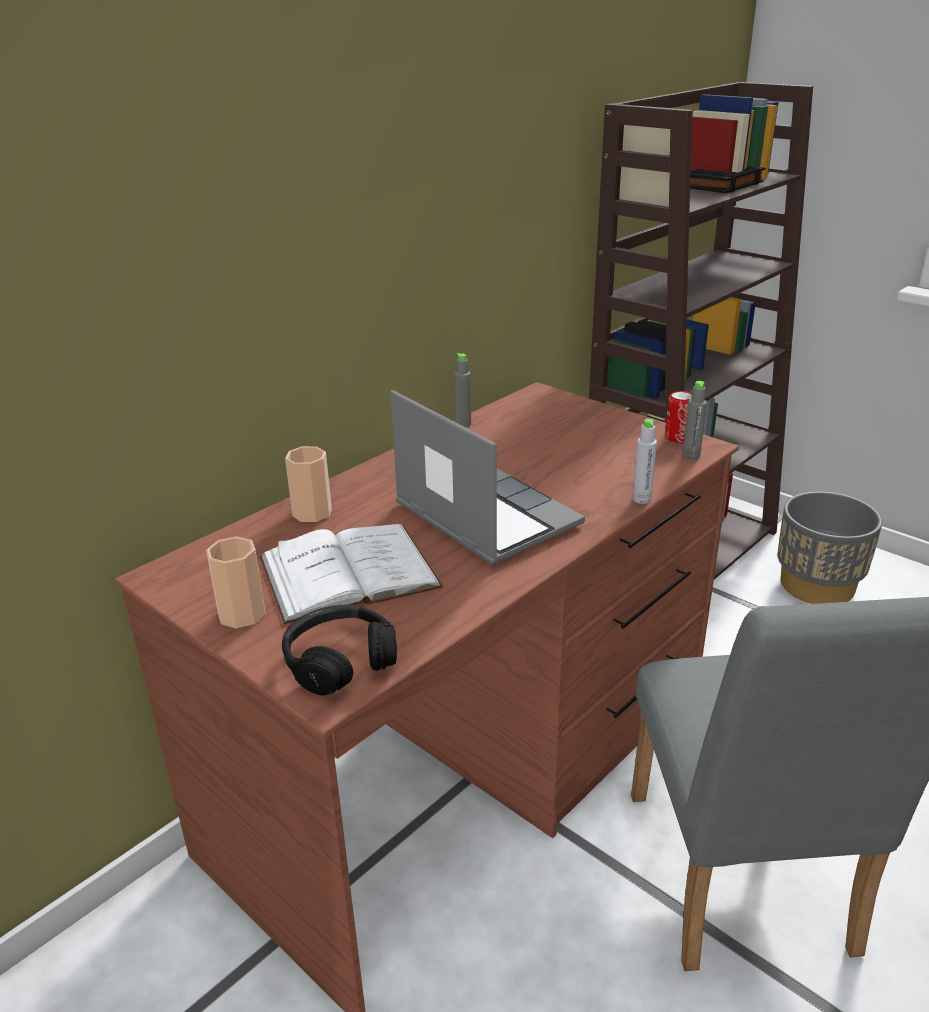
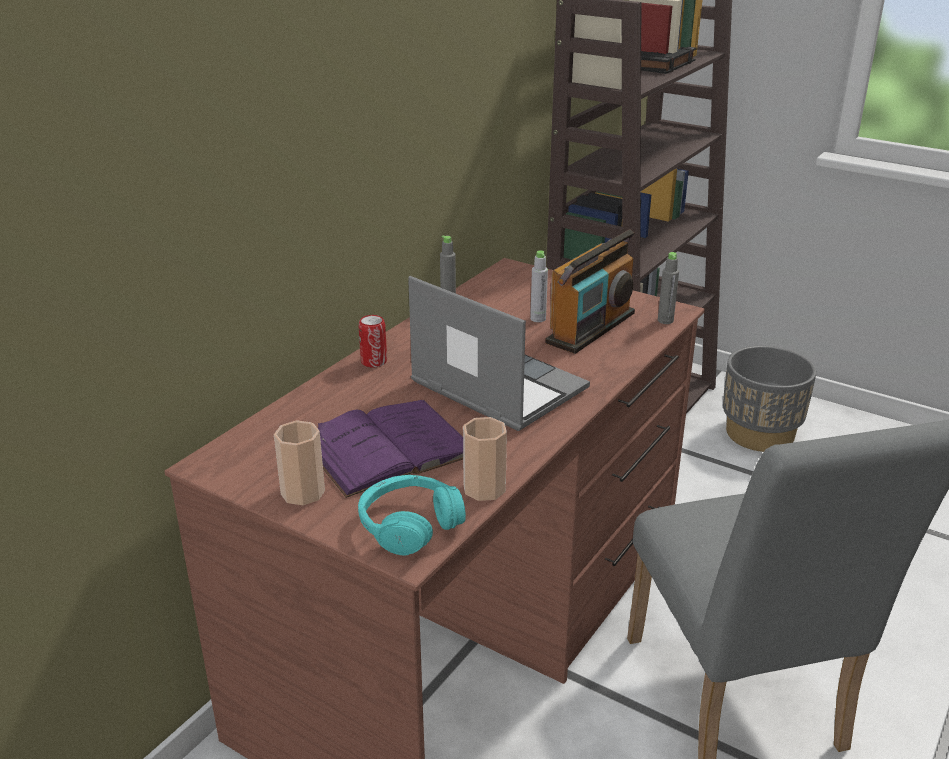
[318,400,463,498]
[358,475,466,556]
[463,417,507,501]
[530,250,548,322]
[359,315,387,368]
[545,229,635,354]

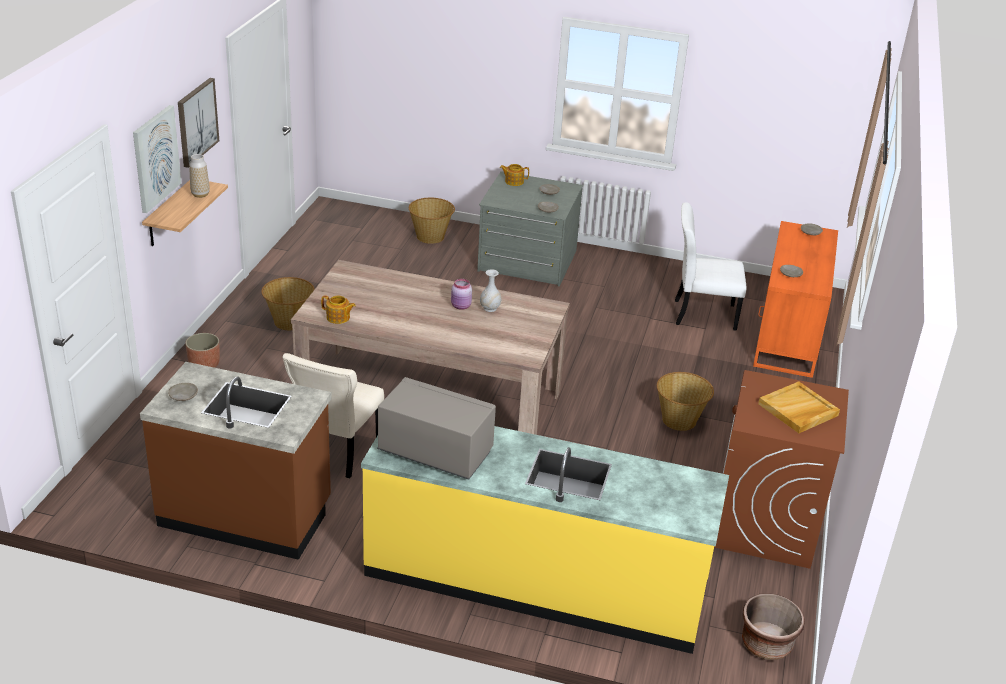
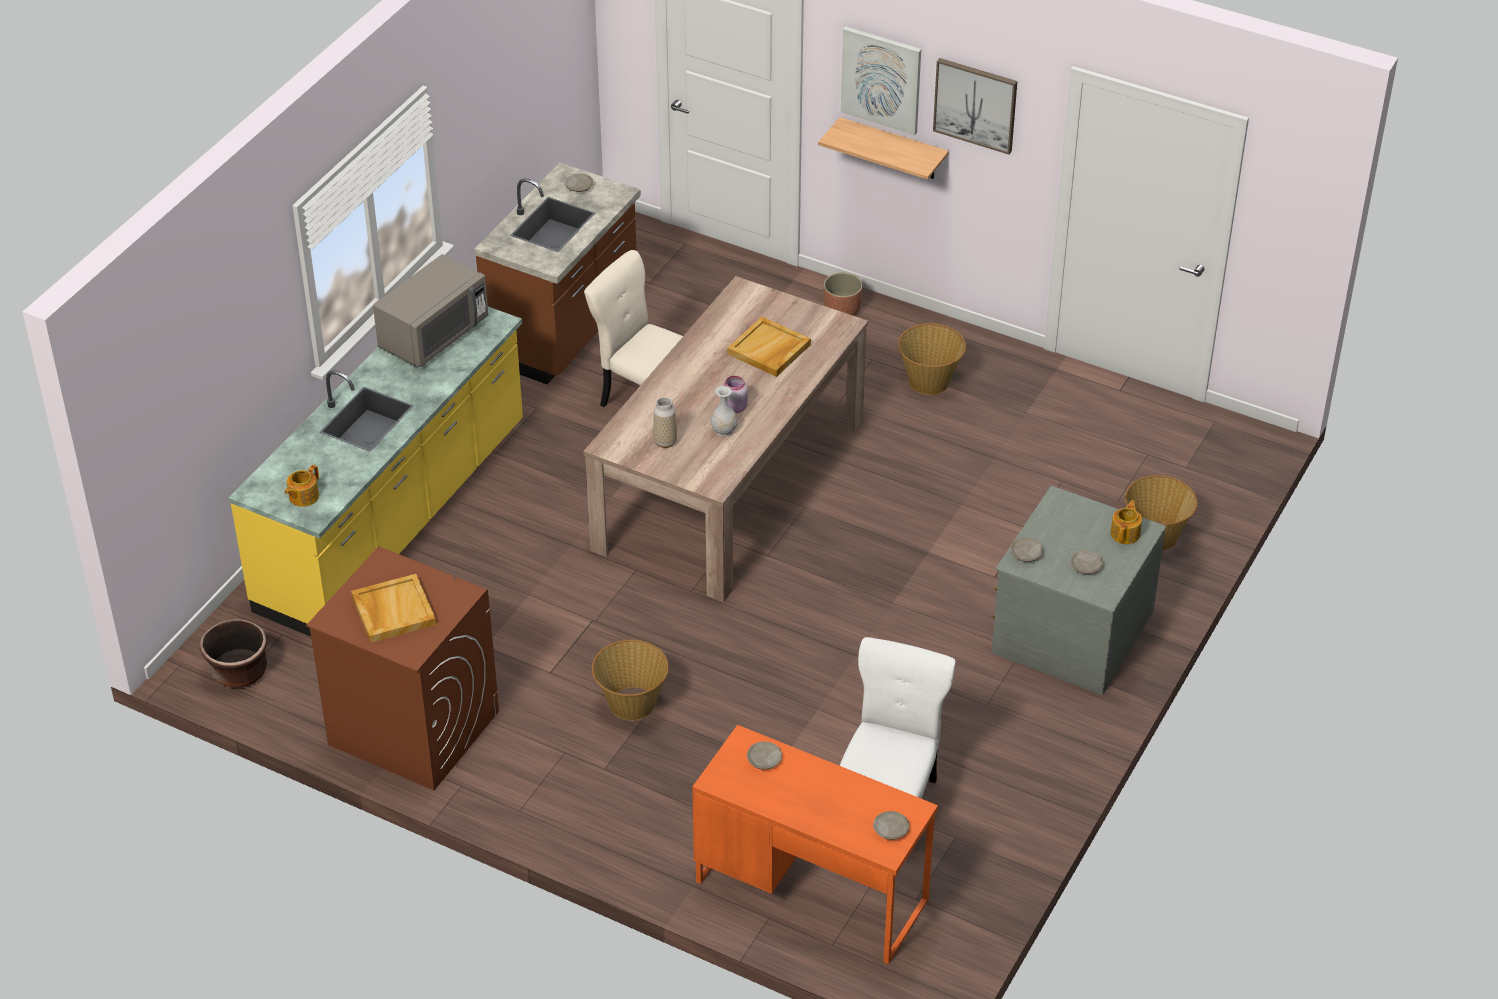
[653,397,677,448]
[285,465,319,507]
[727,317,811,377]

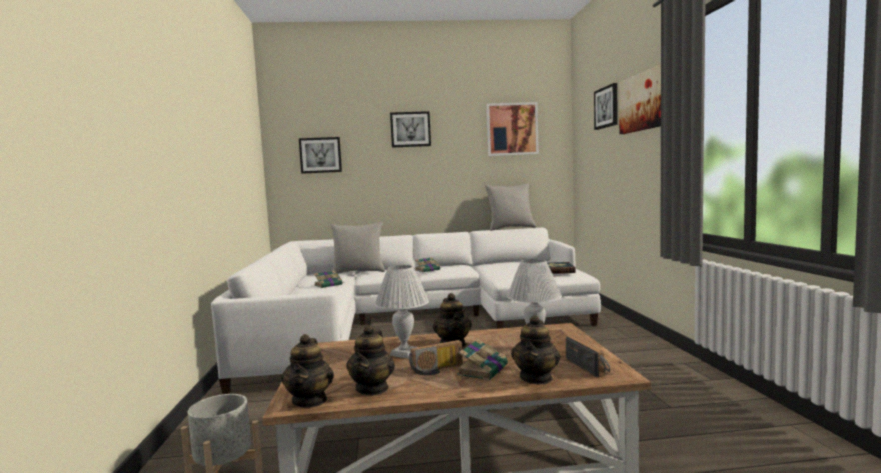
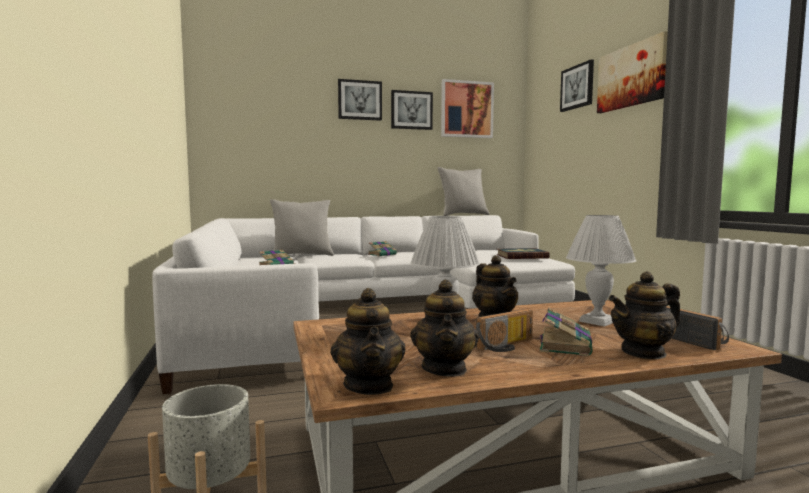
[391,90,433,130]
[609,271,681,359]

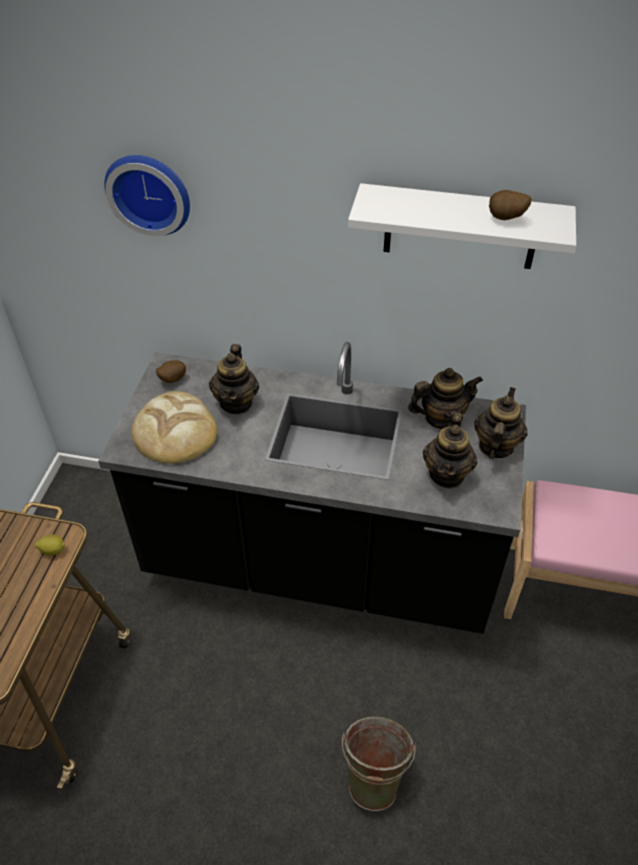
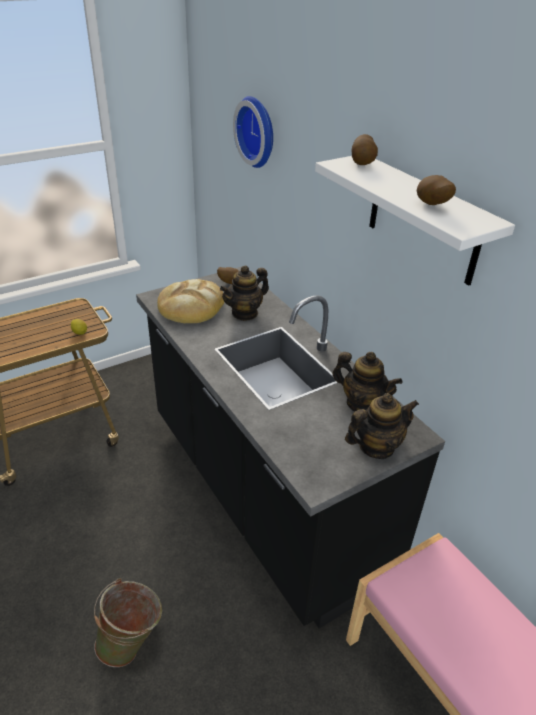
[423,412,477,488] (first image)
[352,134,378,165]

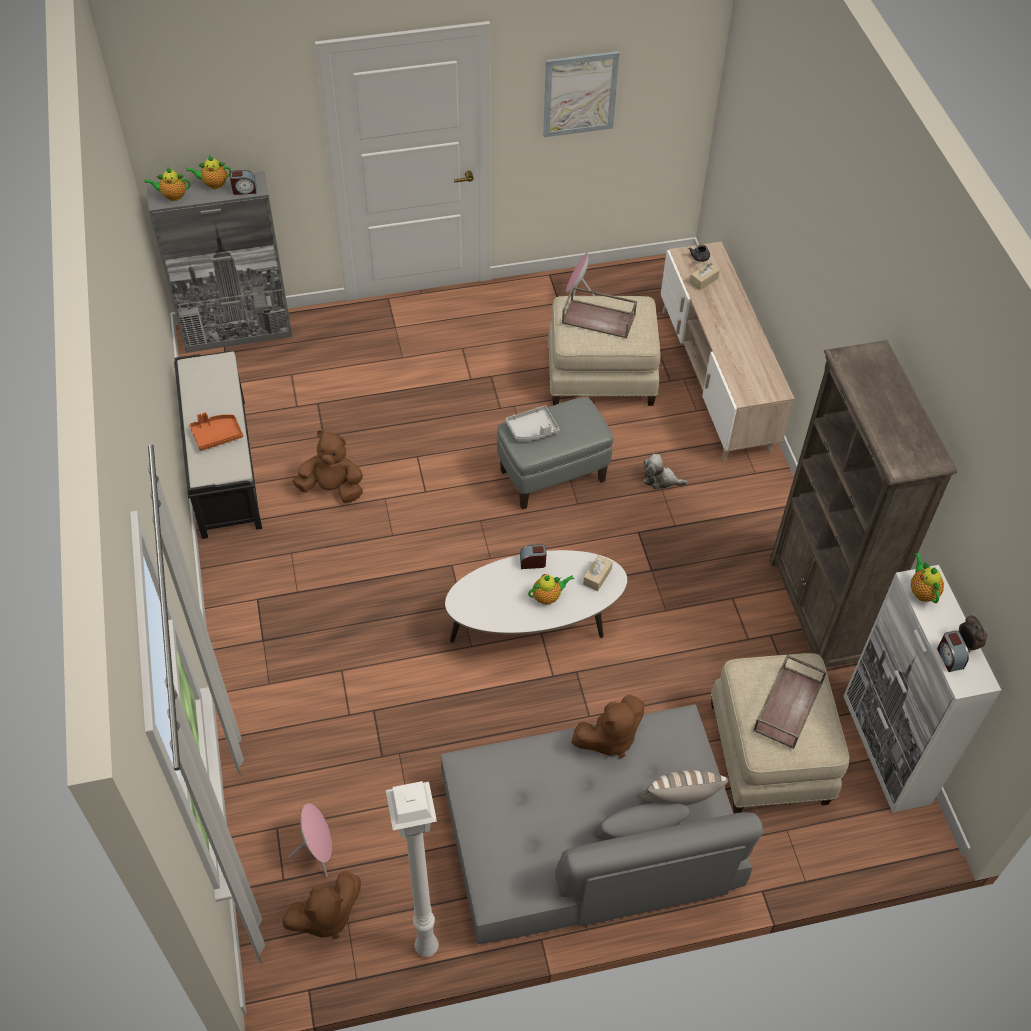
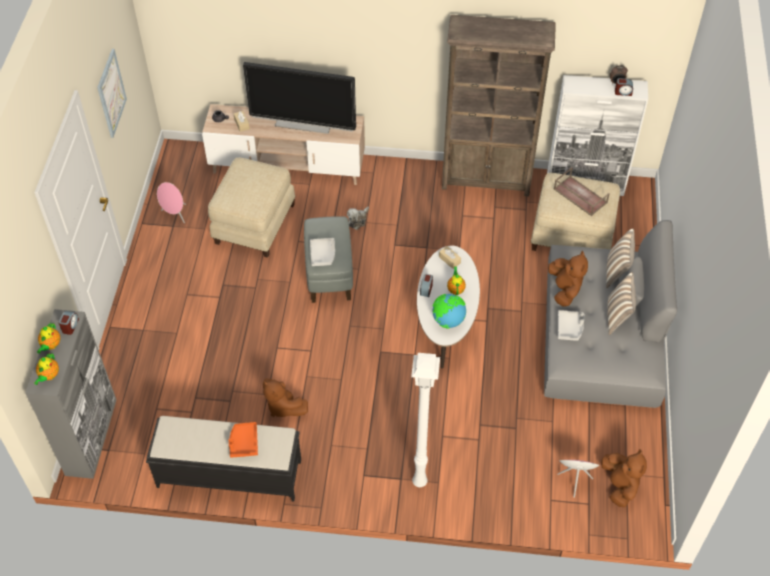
[263,378,308,417]
[411,353,440,487]
[562,287,637,338] (first image)
[911,553,944,603] (first image)
[243,62,356,134]
[433,294,466,329]
[558,310,585,341]
[607,272,636,335]

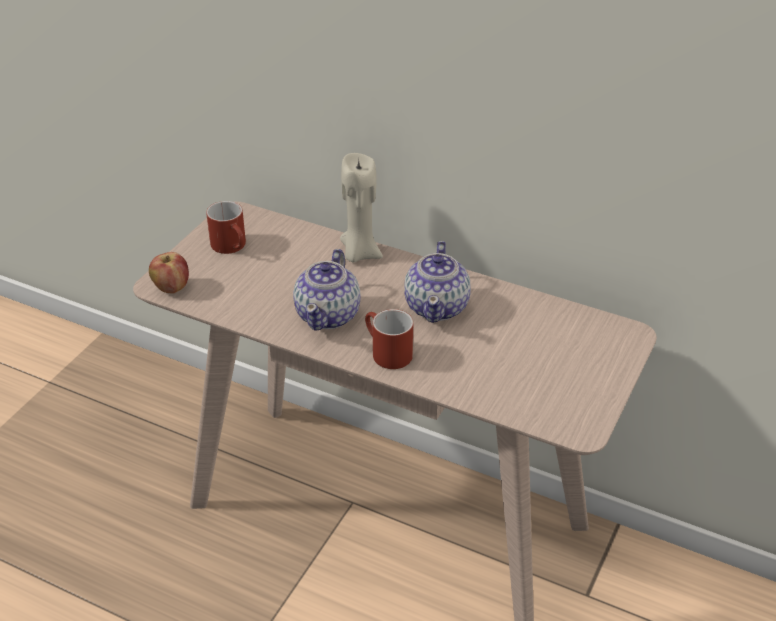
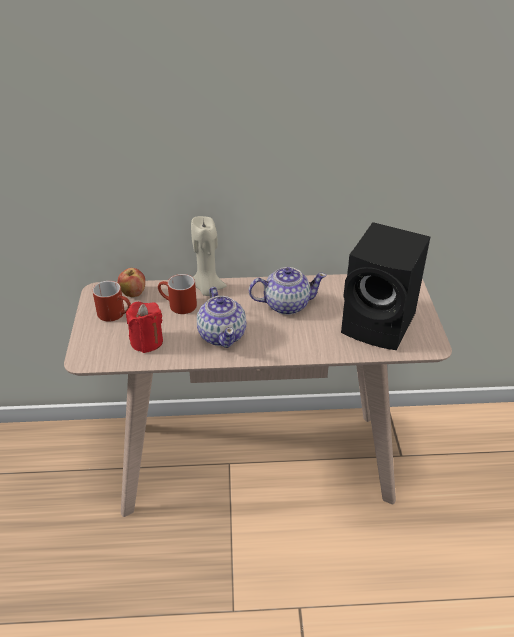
[117,268,145,297]
[158,274,197,314]
[249,267,327,315]
[126,302,163,353]
[341,222,430,350]

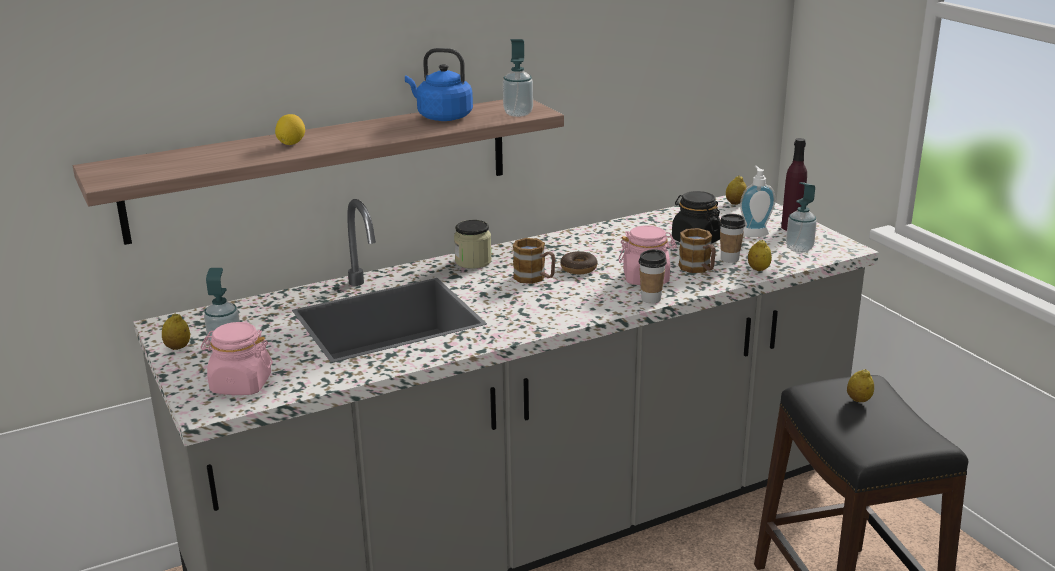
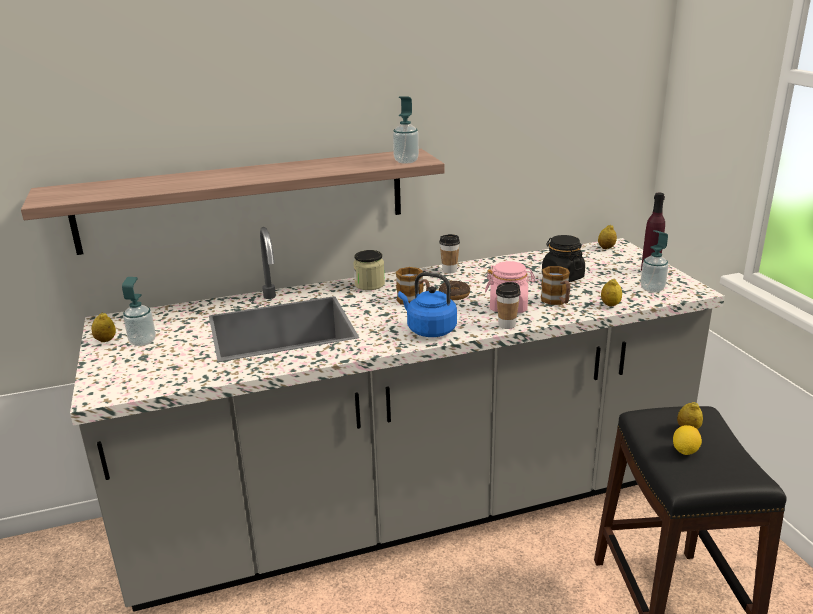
[200,322,273,395] (first image)
[673,425,702,455]
[398,272,457,337]
[439,234,460,273]
[740,166,775,237] (first image)

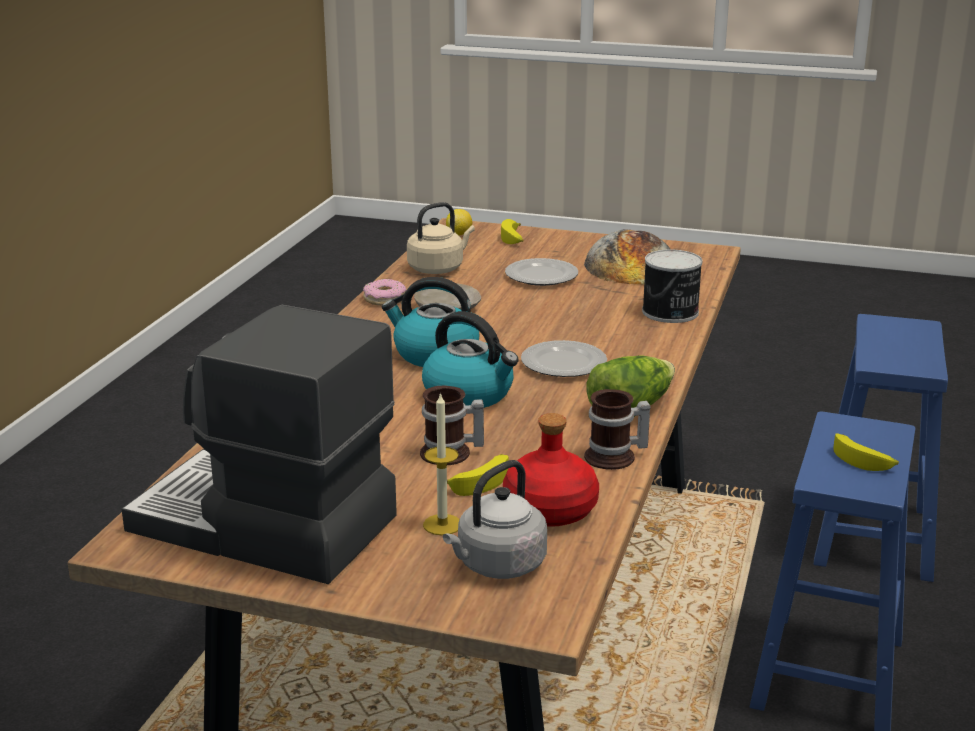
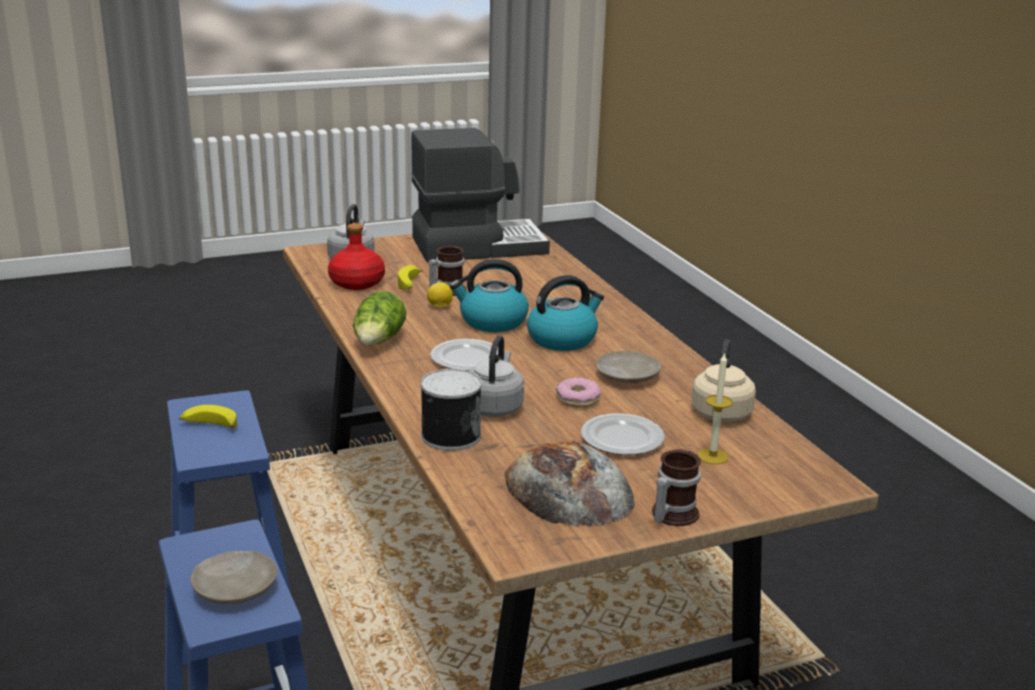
[556,377,601,407]
[698,352,733,464]
[427,282,453,308]
[501,219,524,244] (first image)
[652,450,701,526]
[191,551,277,604]
[469,335,524,417]

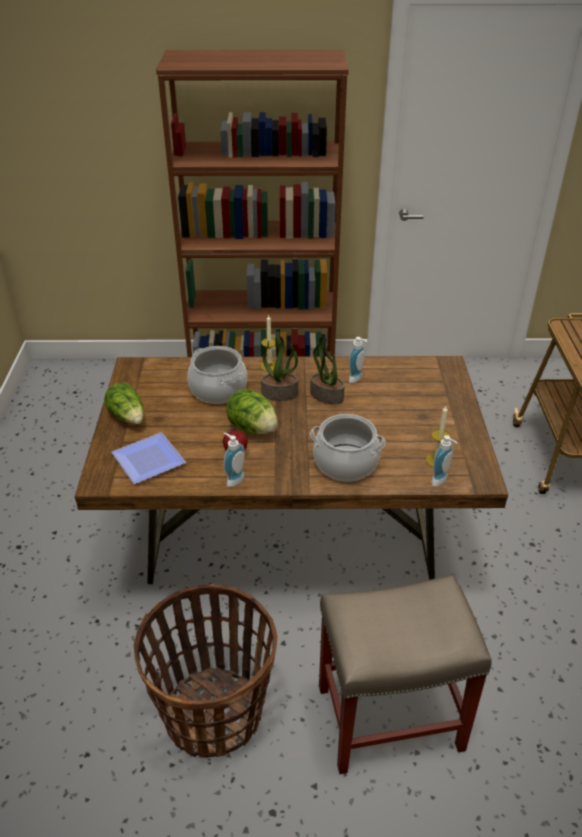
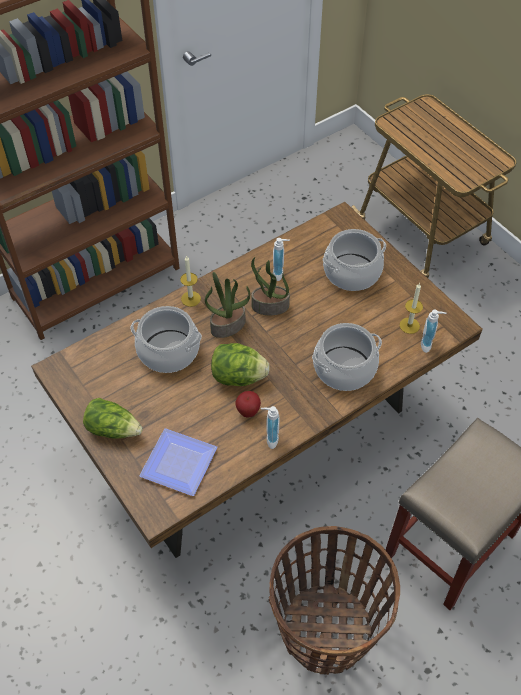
[323,229,386,291]

